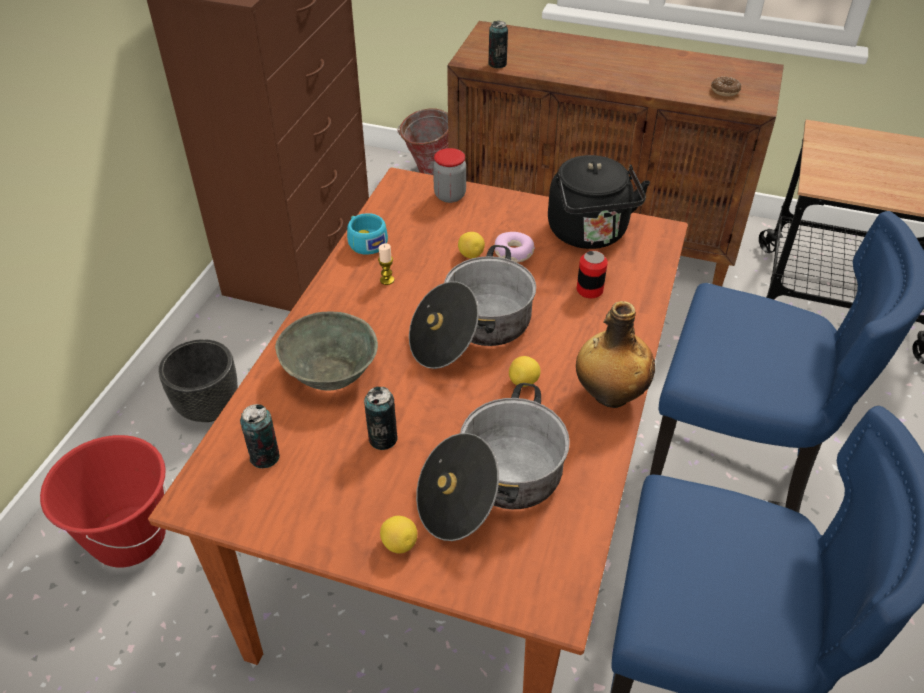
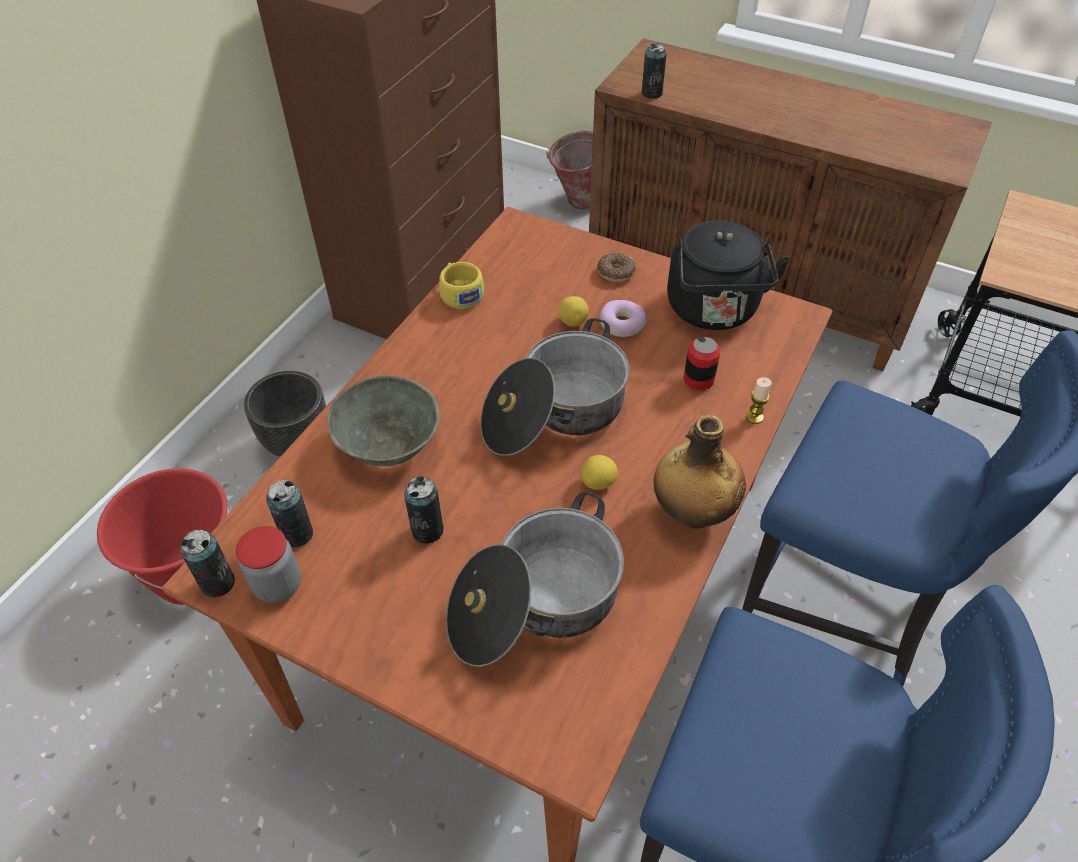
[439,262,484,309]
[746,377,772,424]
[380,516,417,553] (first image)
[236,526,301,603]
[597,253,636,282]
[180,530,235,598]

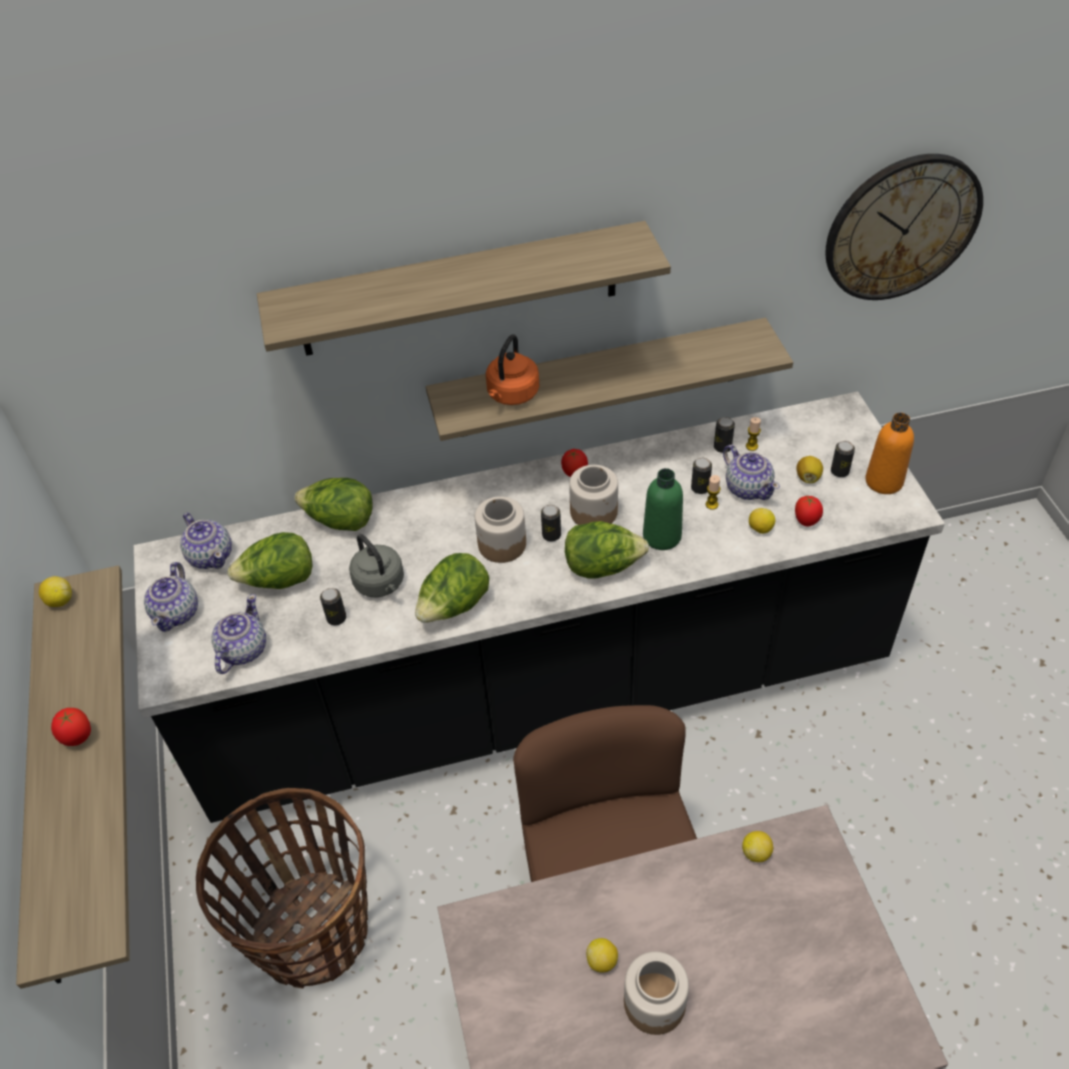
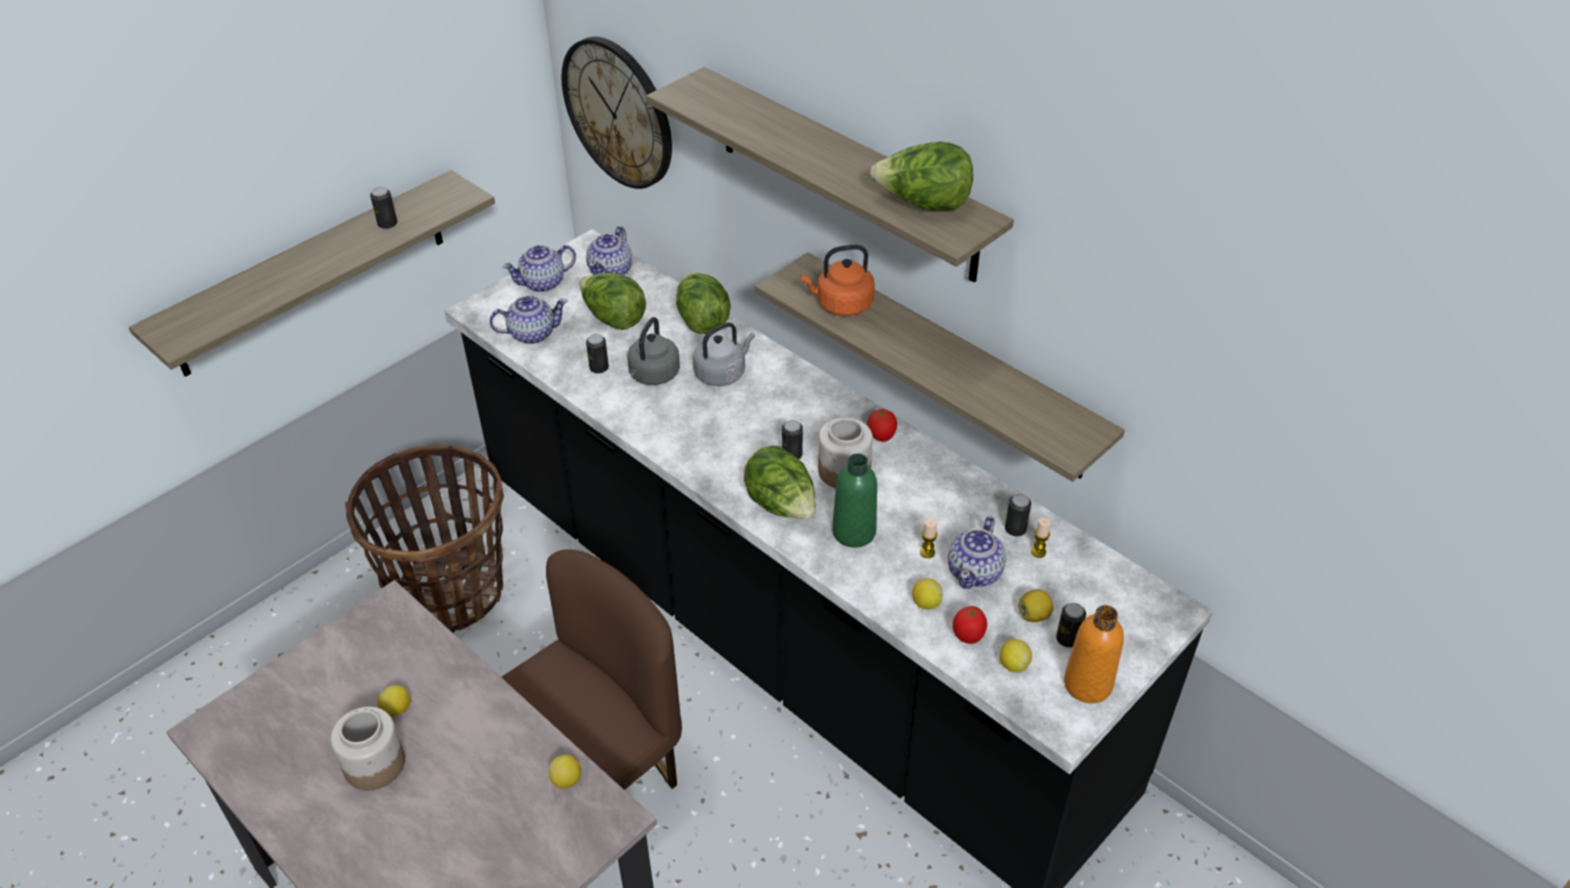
[1000,639,1032,672]
[51,708,91,746] (first image)
[870,141,973,211]
[475,496,526,563] (first image)
[370,187,397,229]
[561,37,672,189]
[693,322,755,386]

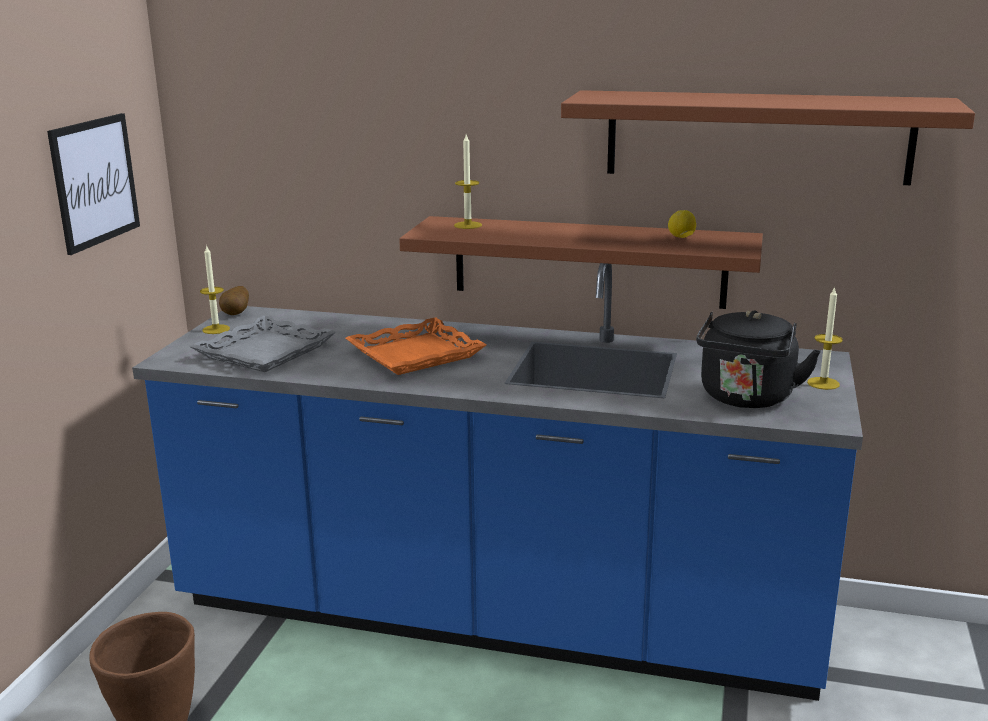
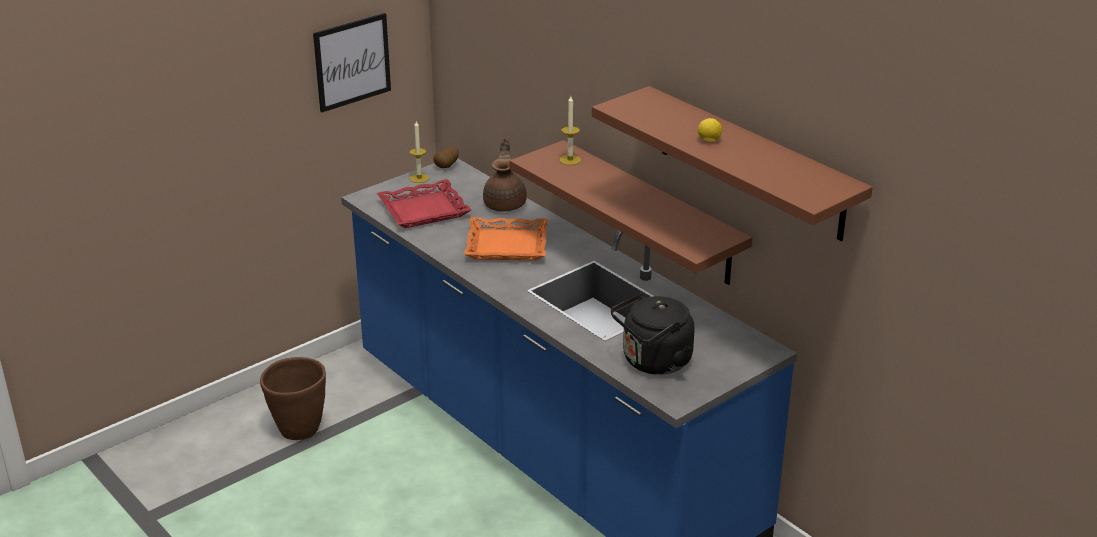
[377,179,472,228]
[698,118,722,142]
[807,286,843,390] (first image)
[483,138,527,212]

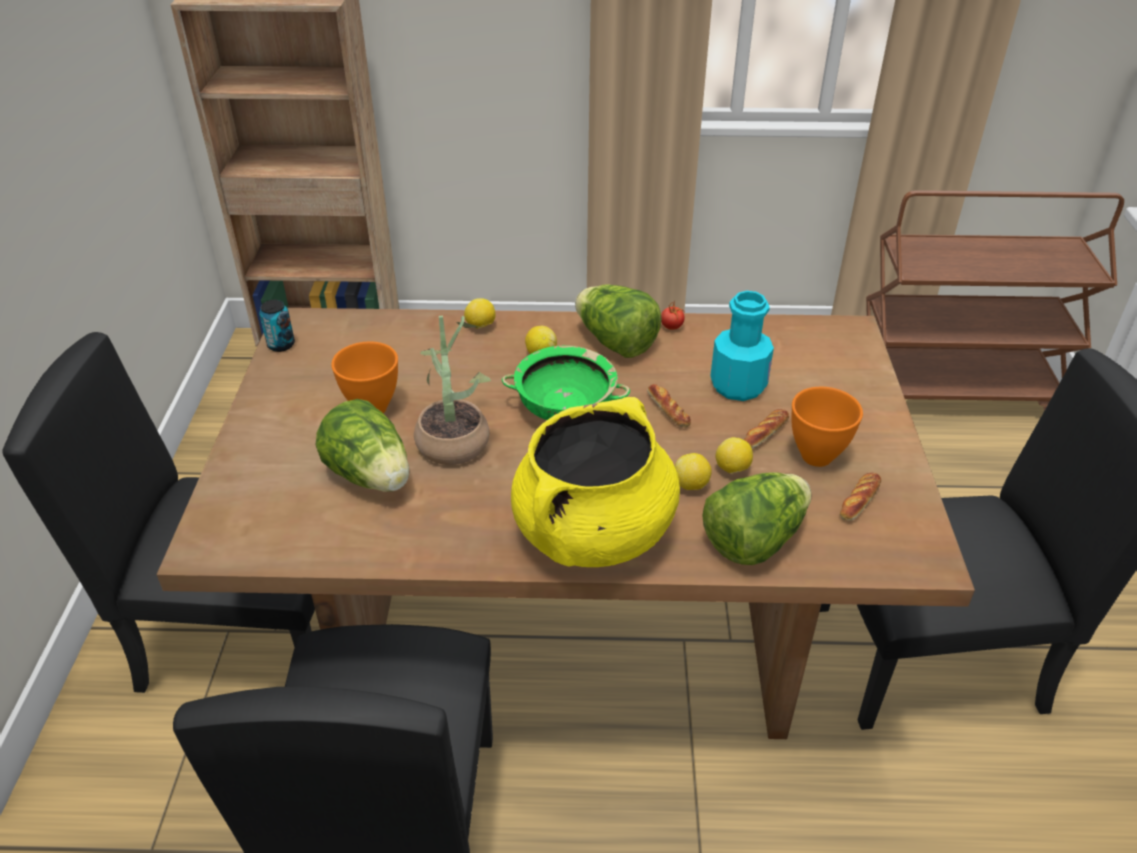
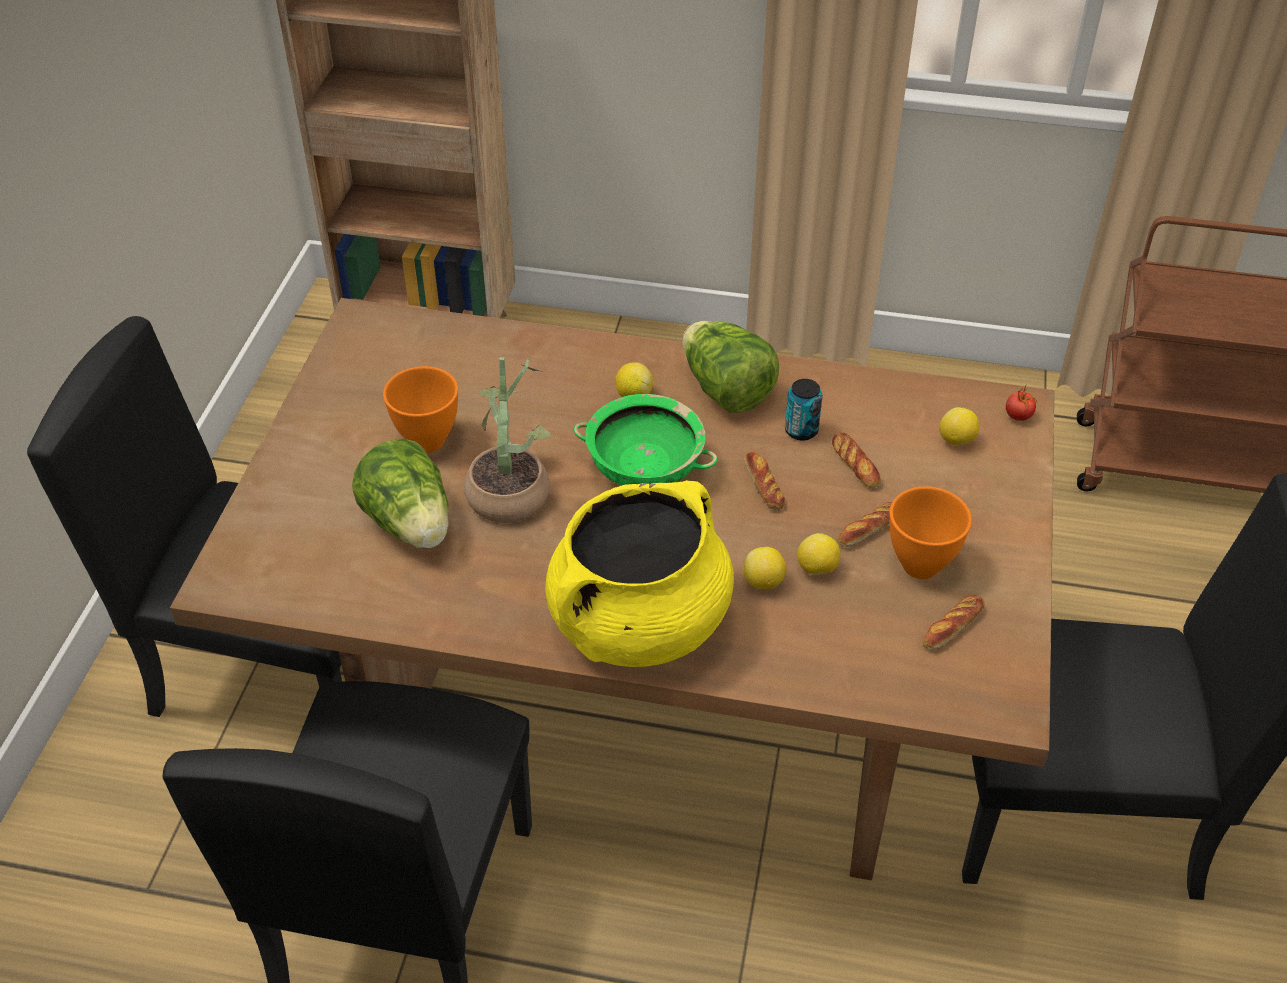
[785,379,822,441]
[939,407,979,446]
[1006,386,1037,421]
[703,472,811,565] (first image)
[832,432,881,488]

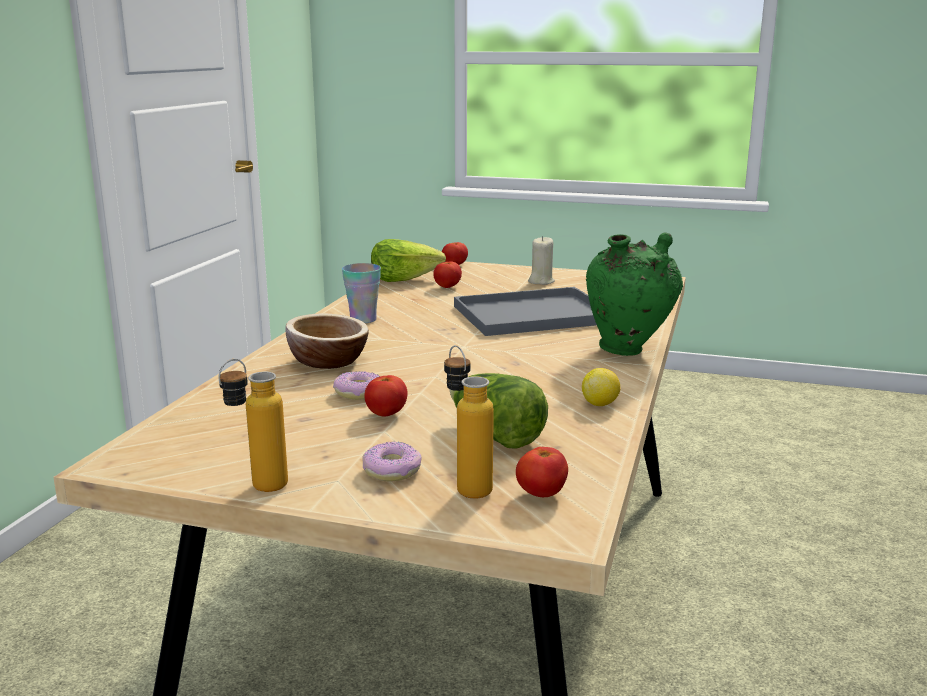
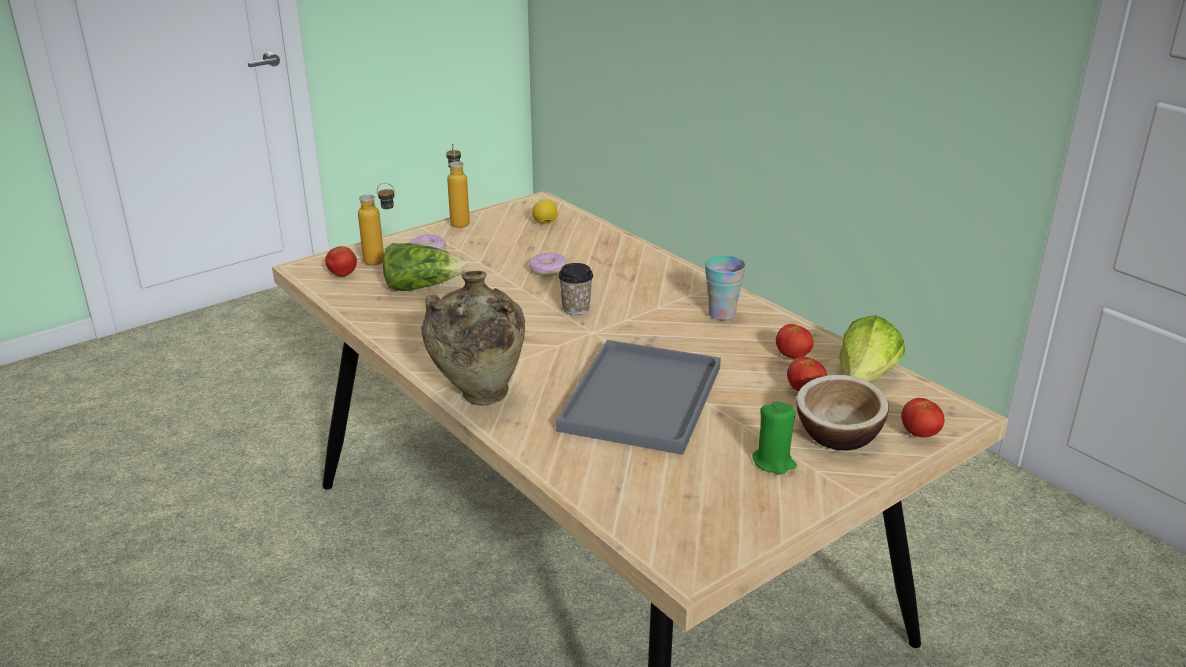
[796,375,889,451]
[776,324,814,358]
[752,401,797,474]
[532,199,558,224]
[421,271,525,406]
[558,263,593,315]

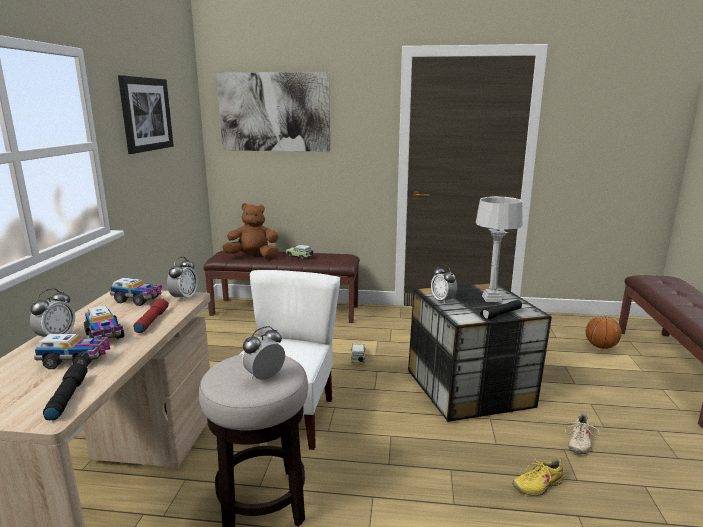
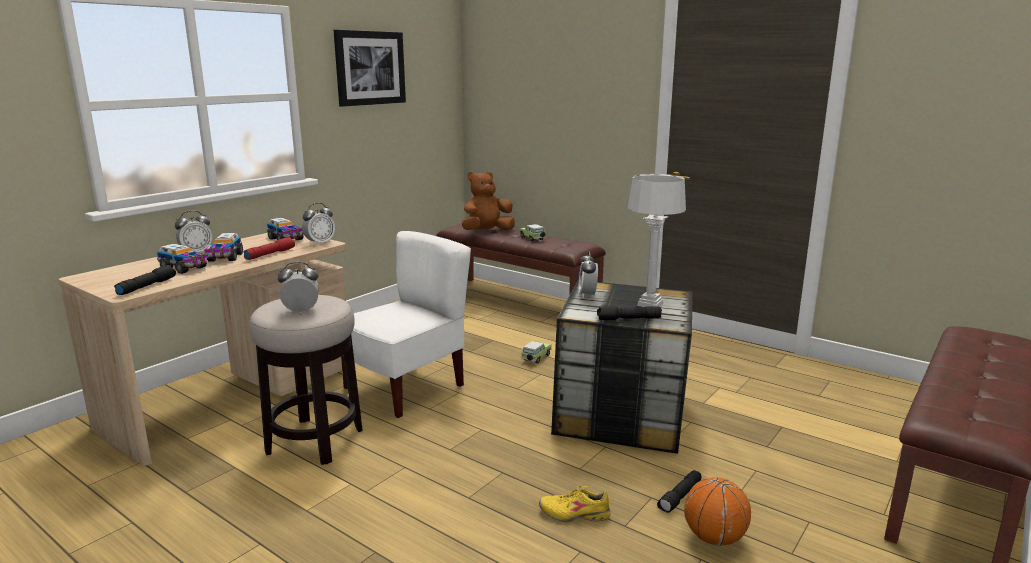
[217,72,330,152] (first image)
[462,172,515,230]
[657,470,701,513]
[684,477,751,546]

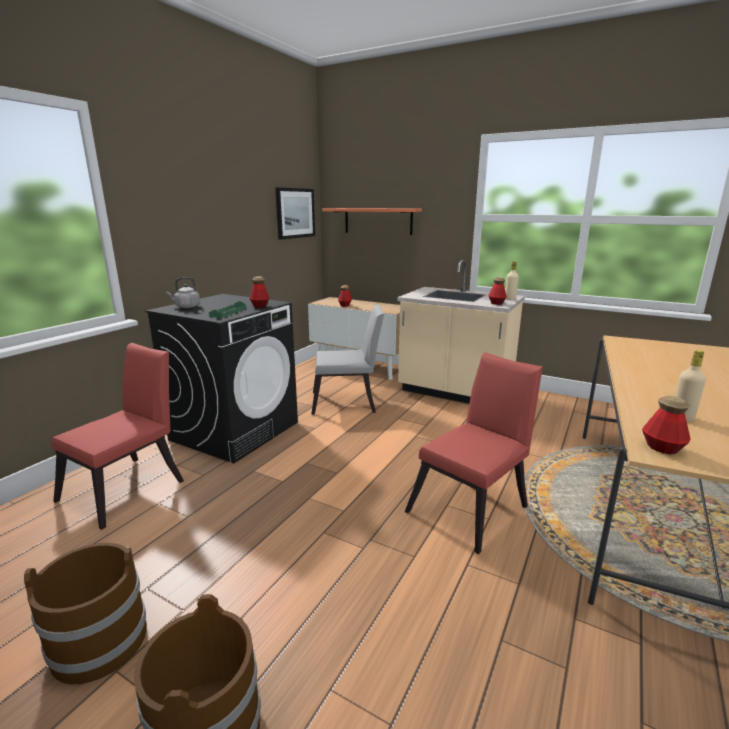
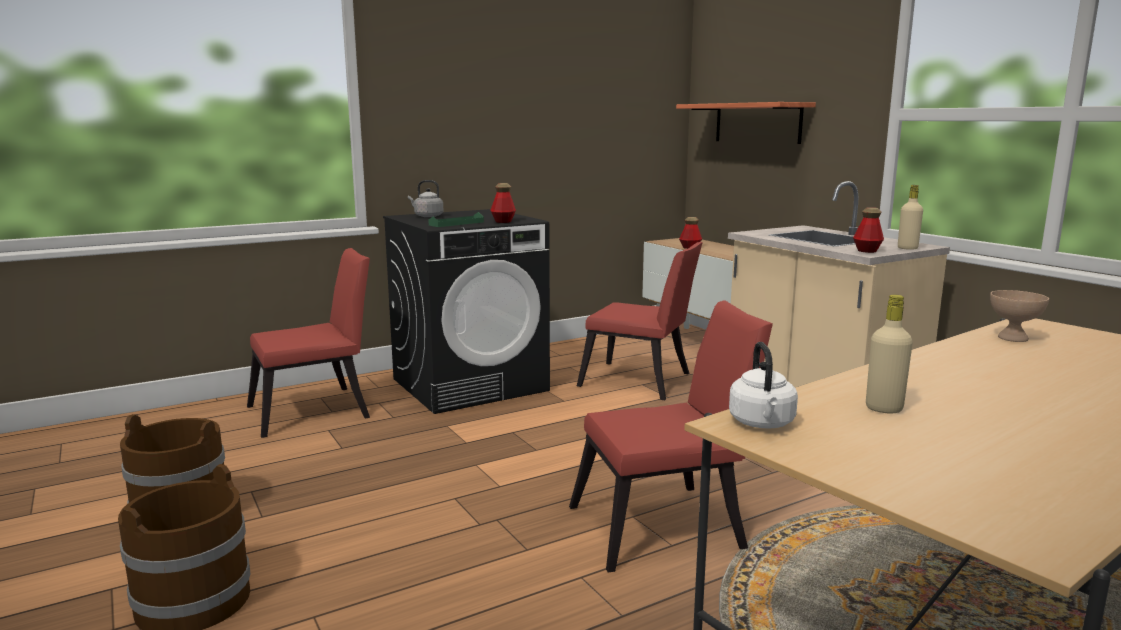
[275,187,315,239] (first image)
[577,242,703,400]
[729,342,798,429]
[990,290,1049,342]

